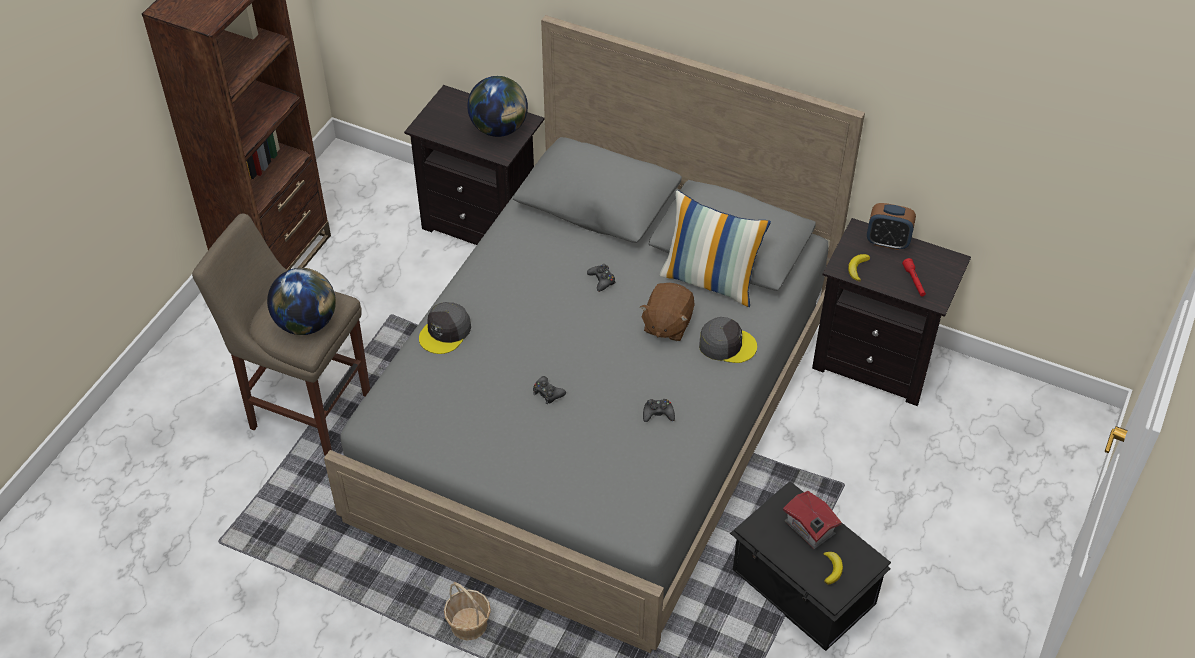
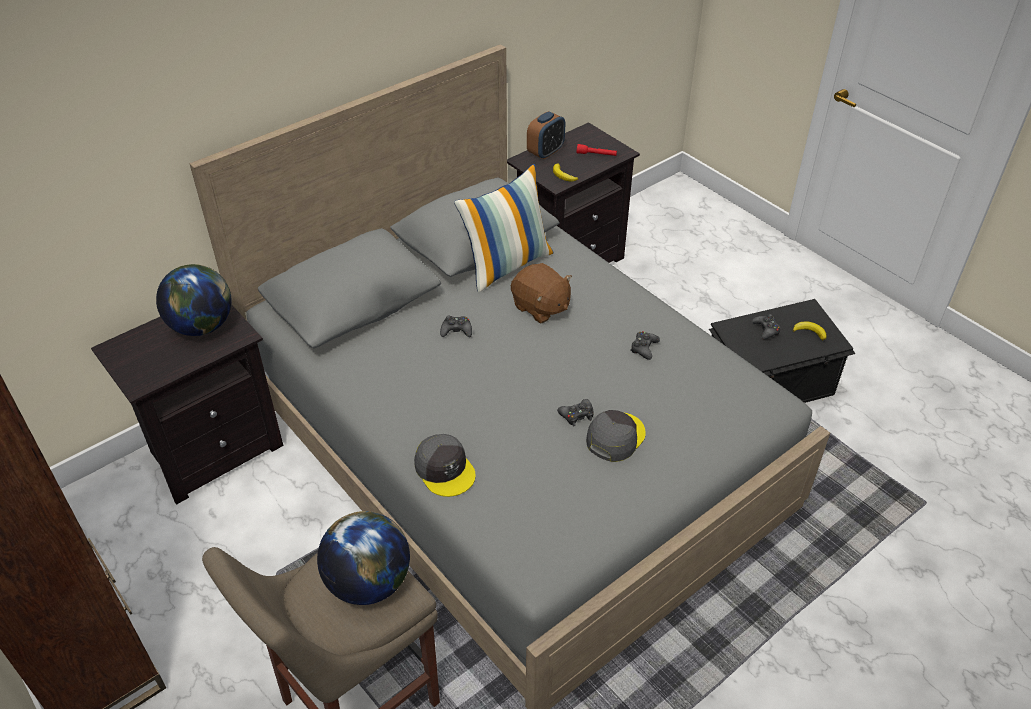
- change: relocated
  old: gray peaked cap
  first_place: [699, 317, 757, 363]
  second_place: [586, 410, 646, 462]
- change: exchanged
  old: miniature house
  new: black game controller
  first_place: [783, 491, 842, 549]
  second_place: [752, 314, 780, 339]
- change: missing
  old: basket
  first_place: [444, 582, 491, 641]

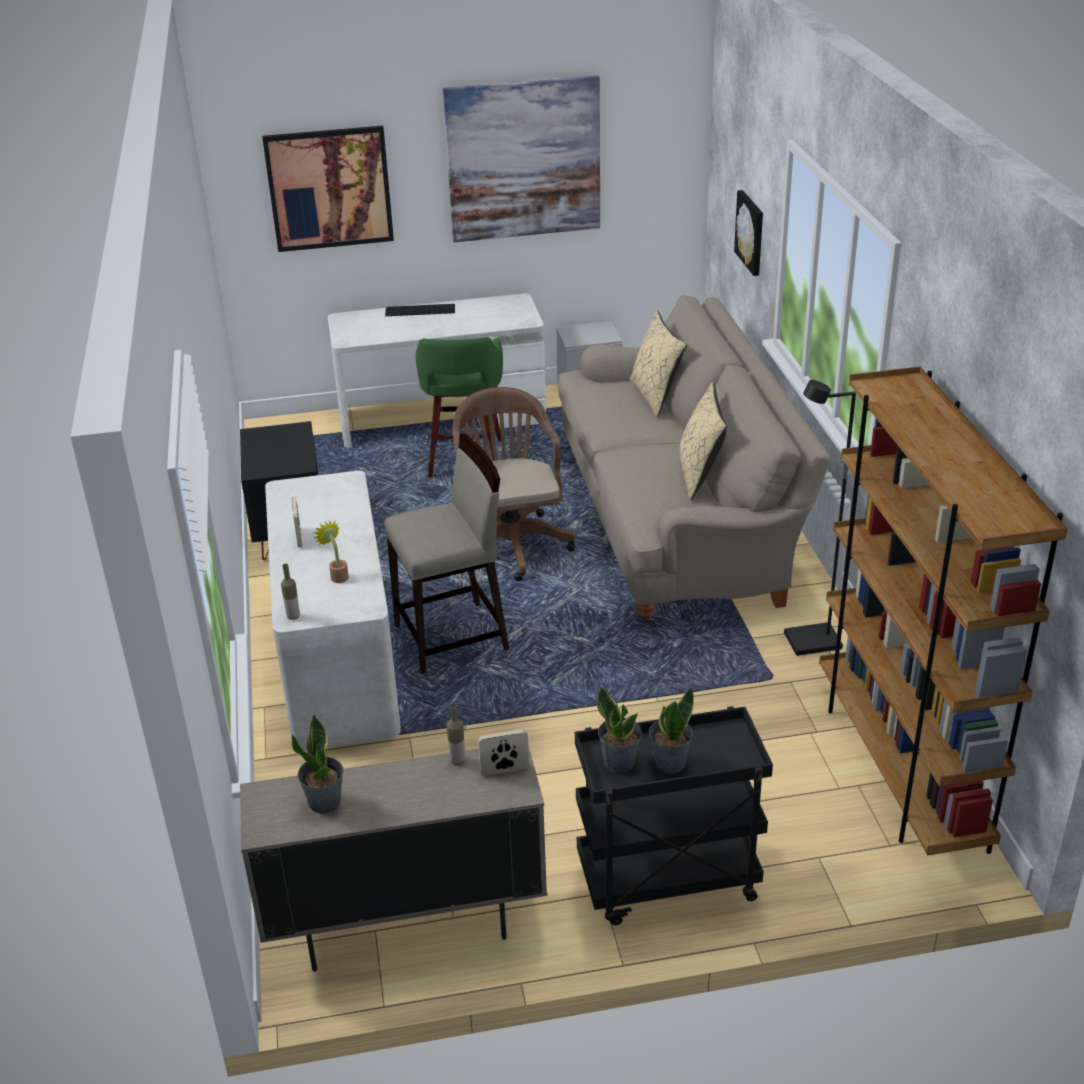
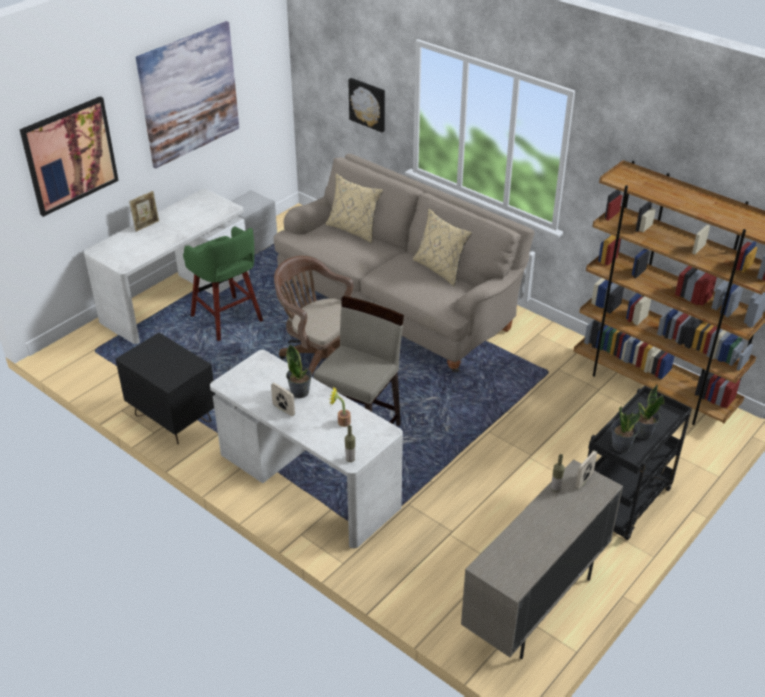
- change: exchanged
  old: computer keyboard
  new: picture frame
  first_place: [385, 304, 455, 316]
  second_place: [129, 191, 159, 232]
- change: relocated
  old: houseplant
  first_place: [292, 714, 343, 814]
  second_place: [286, 344, 312, 398]
- change: missing
  old: black standard lamp
  first_place: [784, 380, 856, 656]

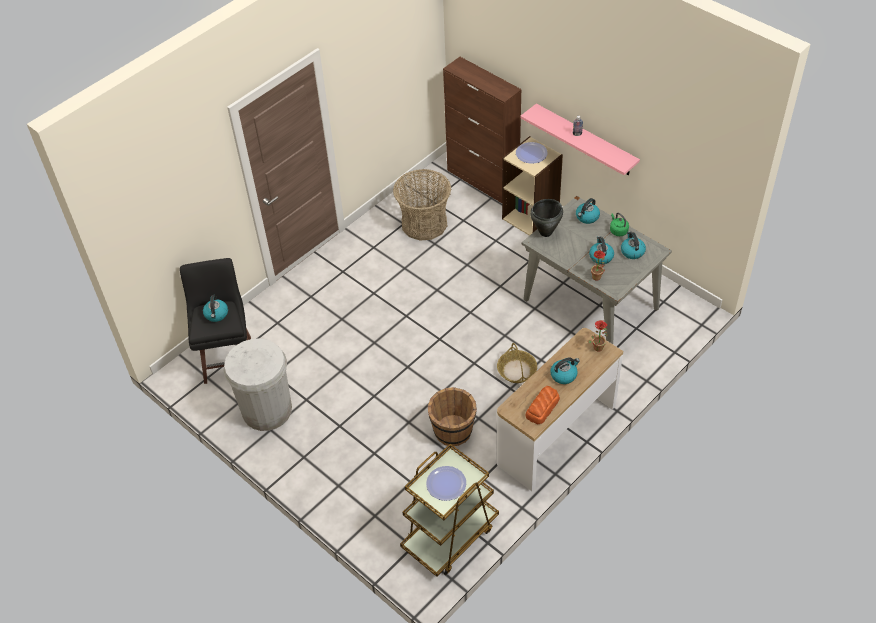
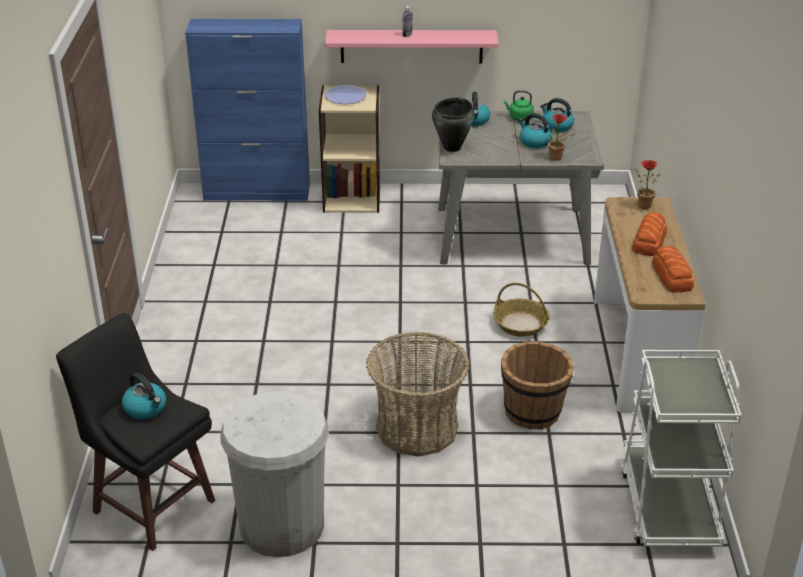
- change: colour
  old: brown-coloured cabinet
  new: bluish cabinet
  first_place: [443, 57, 522, 203]
  second_place: [185, 19, 310, 201]
- change: relocated
  old: basket
  first_place: [393, 169, 451, 241]
  second_place: [366, 331, 470, 457]
- change: colour
  old: brown-coloured wheeled cart
  new: white wheeled cart
  first_place: [400, 444, 499, 577]
  second_place: [620, 350, 742, 546]
- change: exchanged
  old: tea kettle
  new: bread
  first_place: [550, 358, 580, 384]
  second_place: [632, 213, 667, 256]
- change: missing
  old: dinner plate
  first_place: [426, 466, 466, 501]

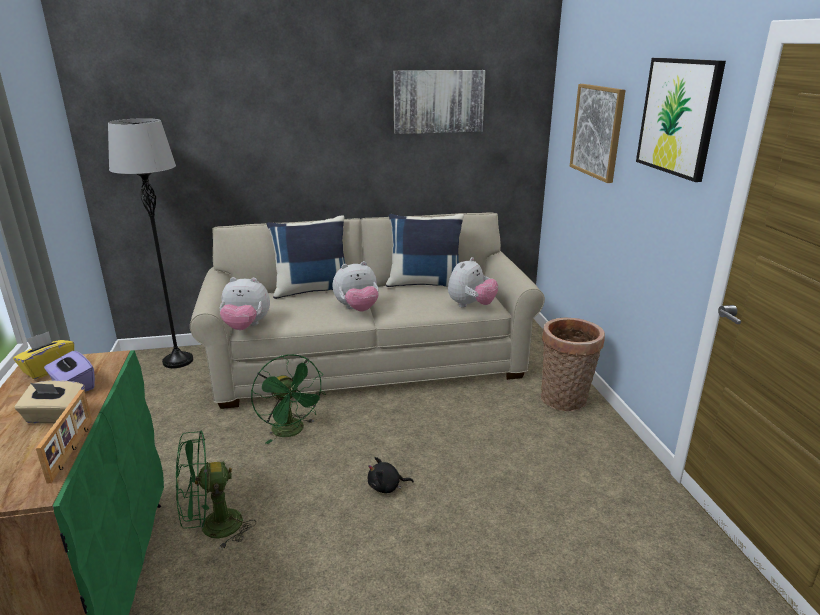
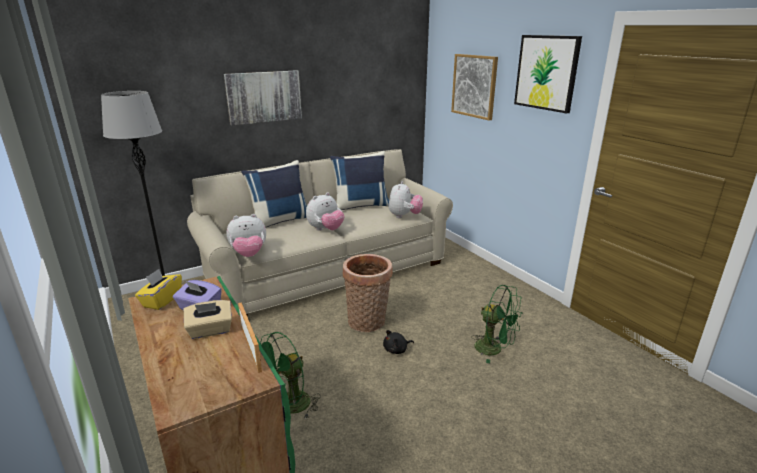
- change: relocated
  old: picture
  first_place: [393, 70, 486, 134]
  second_place: [224, 70, 302, 126]
- change: relocated
  old: basket
  first_place: [541, 317, 605, 411]
  second_place: [343, 254, 393, 332]
- change: relocated
  old: green-coloured electric fan
  first_place: [251, 354, 326, 444]
  second_place: [471, 285, 522, 363]

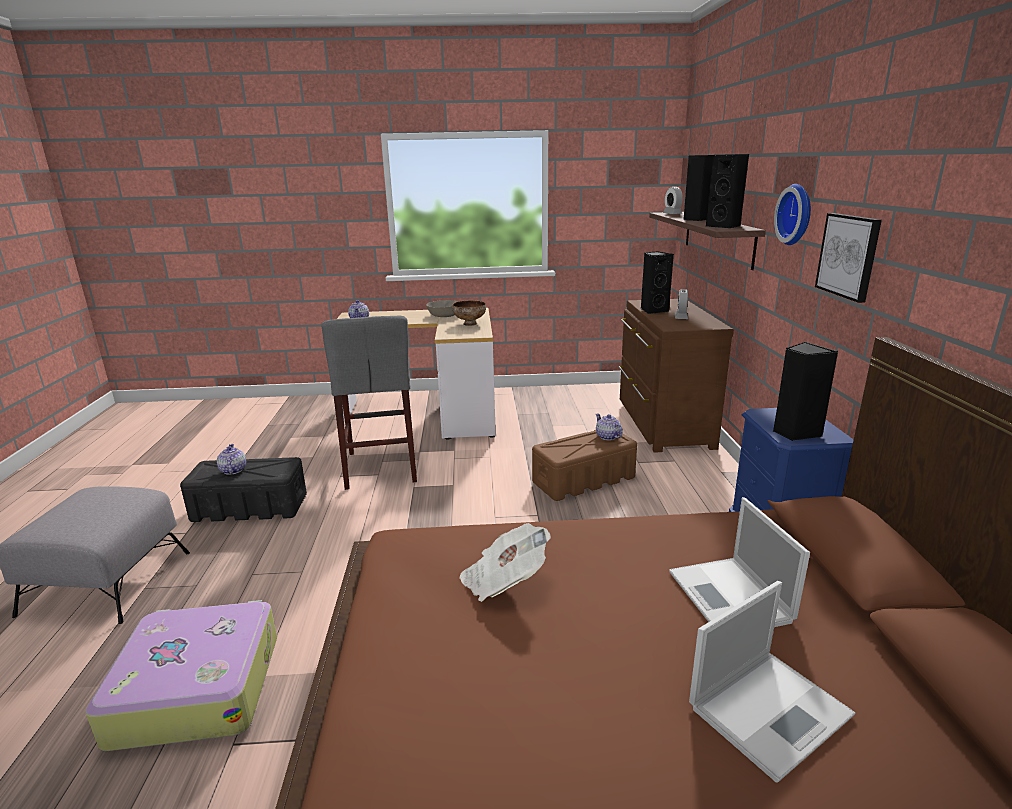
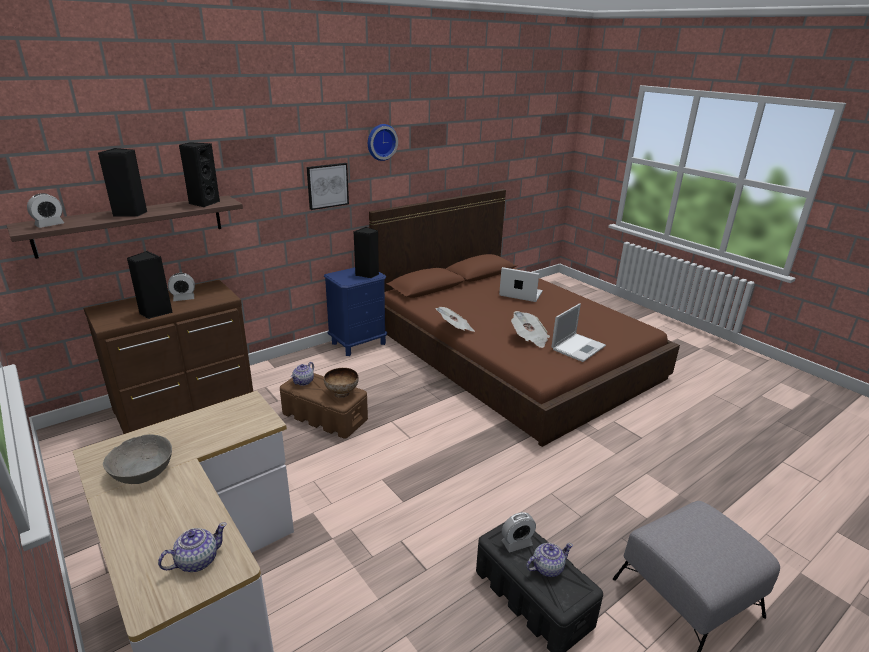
- change: relocated
  old: serving bowl
  first_place: [452, 300, 486, 326]
  second_place: [324, 368, 358, 398]
- change: relocated
  old: clock on the wall
  first_place: [774, 184, 811, 245]
  second_place: [368, 124, 398, 161]
- change: appeared
  new: newspaper
  second_place: [435, 307, 475, 332]
- change: appeared
  new: table clock
  second_place: [502, 512, 536, 552]
- change: spun
  old: teapot
  first_place: [217, 444, 246, 475]
  second_place: [526, 543, 573, 577]
  degrees: -150
- change: relocated
  old: portable computer
  first_place: [669, 497, 810, 627]
  second_place: [551, 304, 606, 362]
- change: missing
  old: piece of luggage
  first_place: [85, 600, 277, 751]
- change: missing
  old: gray stool
  first_place: [321, 316, 417, 490]

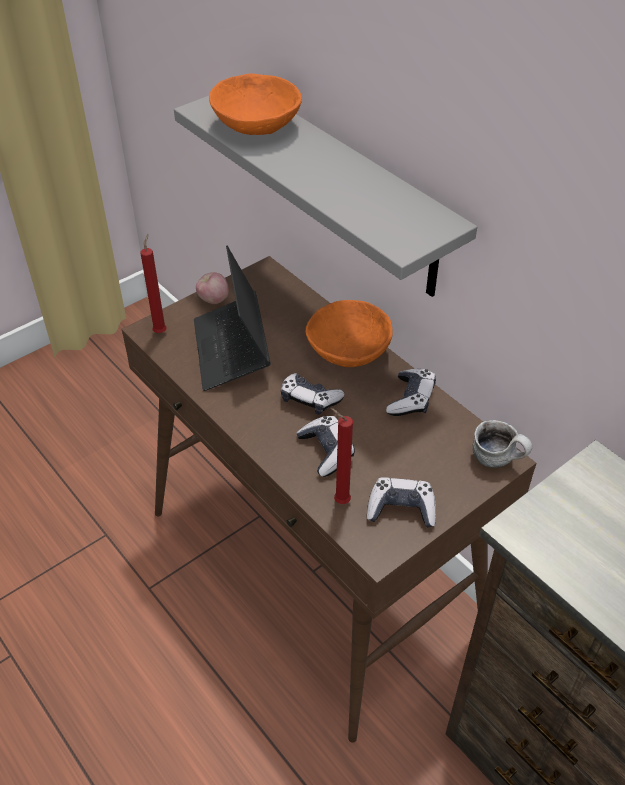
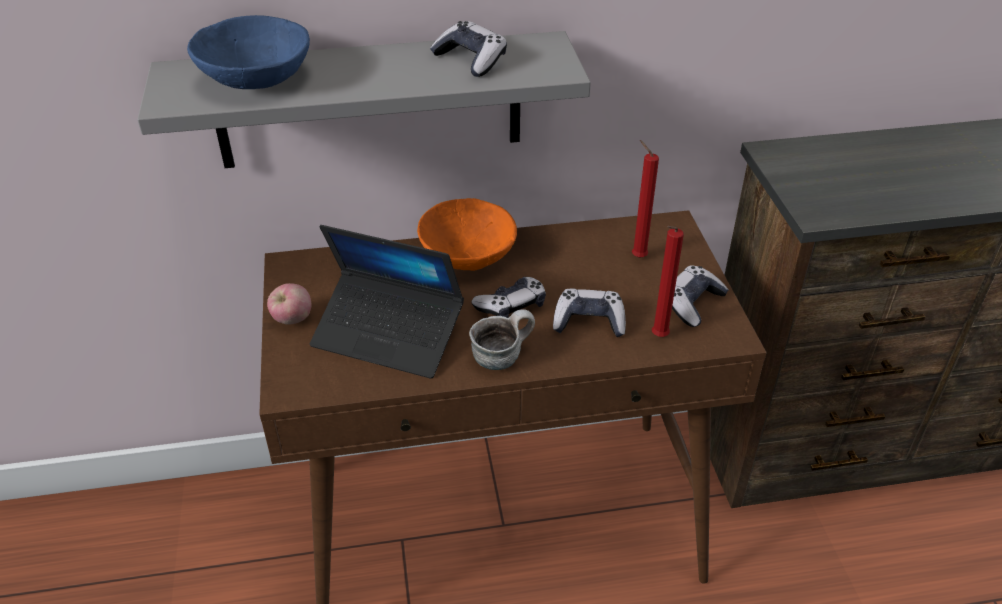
- change: colour
  old: orange-coloured serving bowl
  new: bluish serving bowl
  first_place: [209, 74, 302, 135]
  second_place: [187, 15, 310, 89]
- change: relocated
  old: game controller
  first_place: [386, 369, 436, 416]
  second_place: [430, 21, 507, 77]
- change: relocated
  old: coffee mug
  first_place: [472, 420, 532, 468]
  second_place: [469, 309, 535, 370]
- change: relocated
  old: reddish wax candle
  first_place: [141, 234, 166, 333]
  second_place: [632, 140, 659, 258]

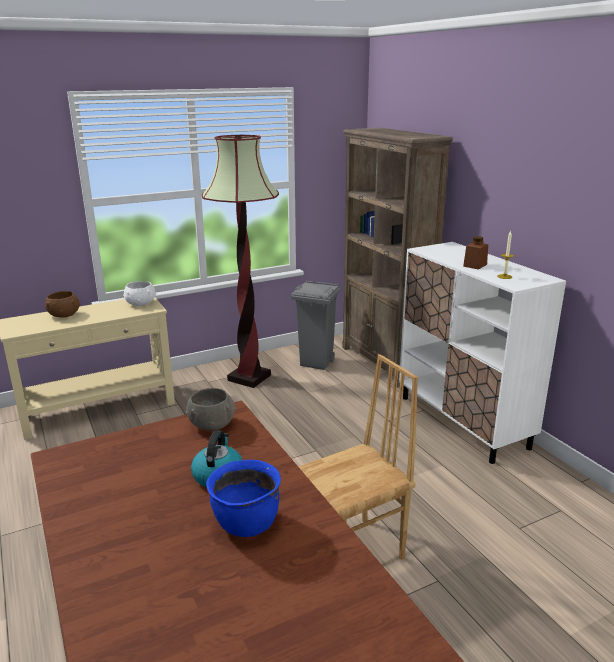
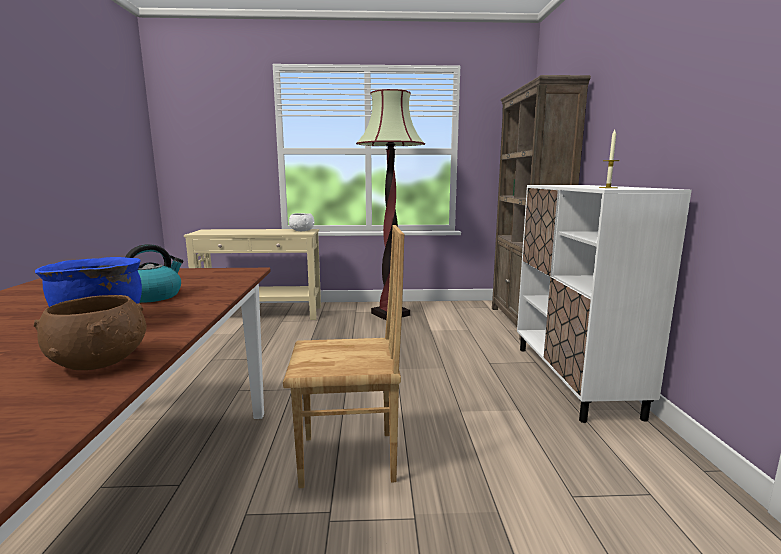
- change: relocated
  old: brown-coloured serving bowl
  first_place: [45, 291, 80, 318]
  second_place: [34, 295, 147, 370]
- change: missing
  old: gray serving bowl
  first_place: [186, 388, 236, 431]
- change: missing
  old: gray waste bin
  first_place: [291, 280, 340, 370]
- change: missing
  old: brown-coloured preserve jar
  first_place: [463, 236, 488, 270]

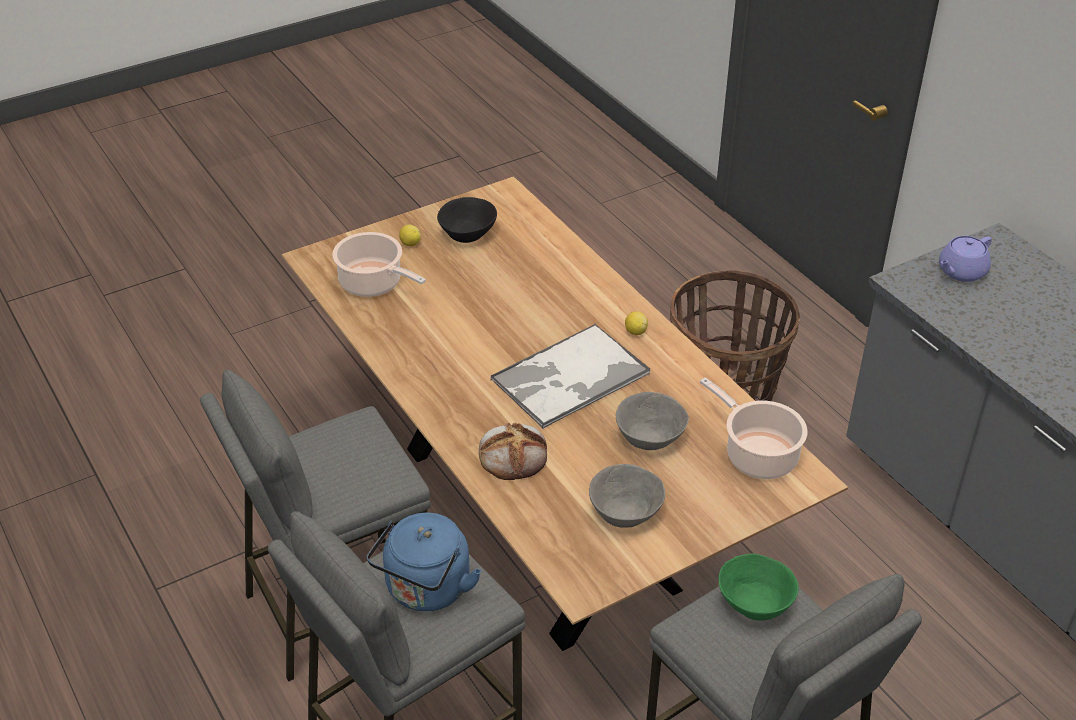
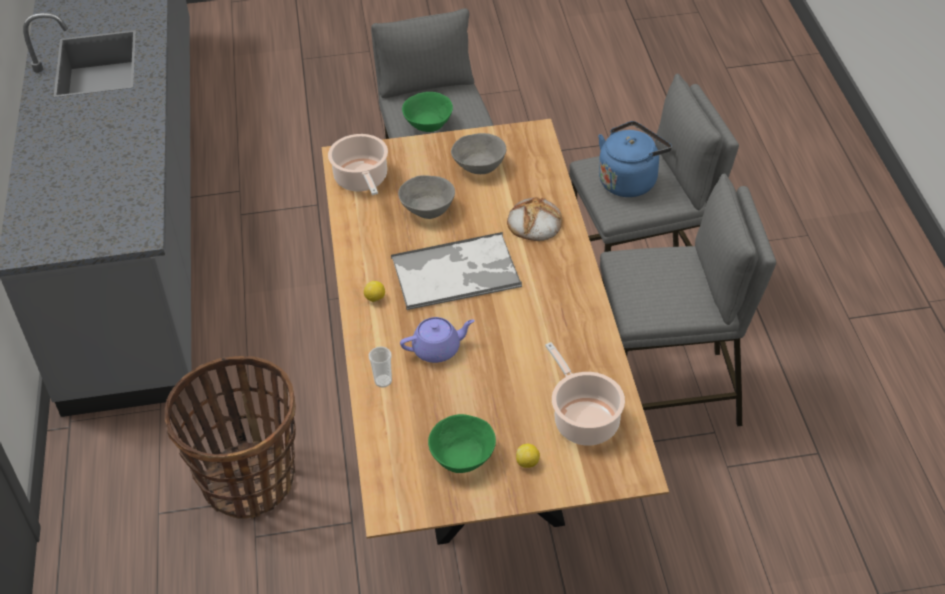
- change: appeared
  new: cup
  second_place: [369, 346, 392, 388]
- change: relocated
  old: purple teapot
  first_place: [939, 236, 992, 282]
  second_place: [400, 317, 475, 363]
- change: colour
  old: black serving bowl
  new: green-coloured serving bowl
  first_place: [437, 197, 497, 243]
  second_place: [428, 414, 496, 473]

